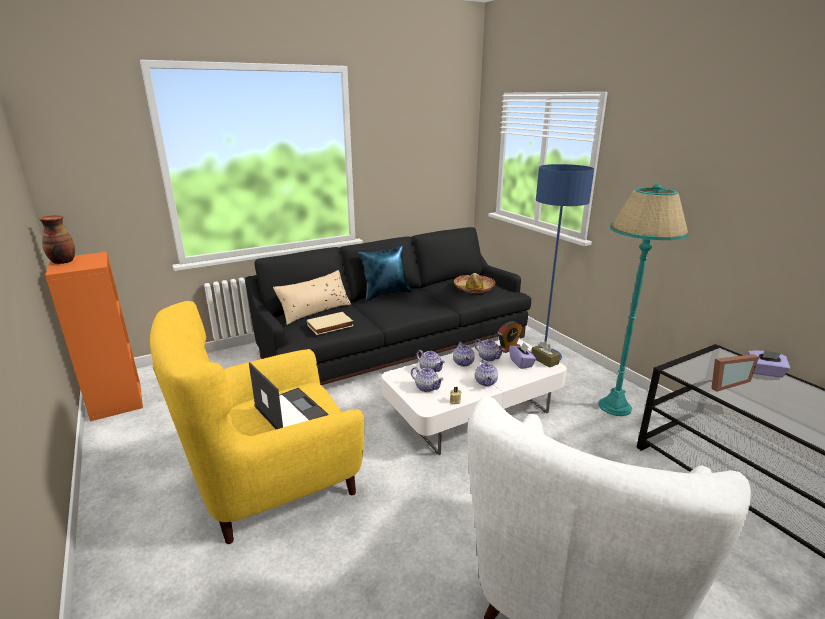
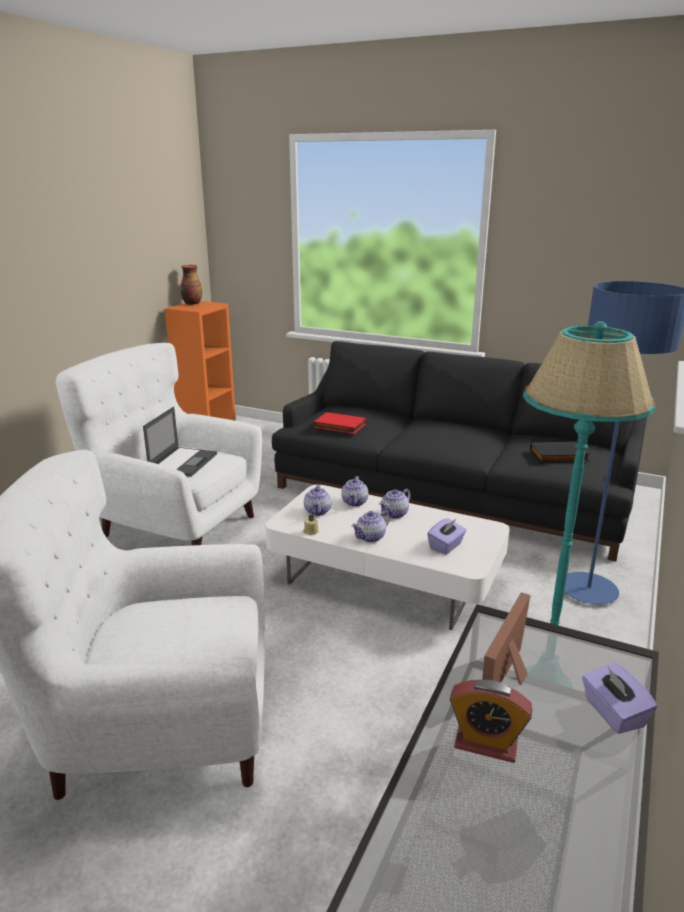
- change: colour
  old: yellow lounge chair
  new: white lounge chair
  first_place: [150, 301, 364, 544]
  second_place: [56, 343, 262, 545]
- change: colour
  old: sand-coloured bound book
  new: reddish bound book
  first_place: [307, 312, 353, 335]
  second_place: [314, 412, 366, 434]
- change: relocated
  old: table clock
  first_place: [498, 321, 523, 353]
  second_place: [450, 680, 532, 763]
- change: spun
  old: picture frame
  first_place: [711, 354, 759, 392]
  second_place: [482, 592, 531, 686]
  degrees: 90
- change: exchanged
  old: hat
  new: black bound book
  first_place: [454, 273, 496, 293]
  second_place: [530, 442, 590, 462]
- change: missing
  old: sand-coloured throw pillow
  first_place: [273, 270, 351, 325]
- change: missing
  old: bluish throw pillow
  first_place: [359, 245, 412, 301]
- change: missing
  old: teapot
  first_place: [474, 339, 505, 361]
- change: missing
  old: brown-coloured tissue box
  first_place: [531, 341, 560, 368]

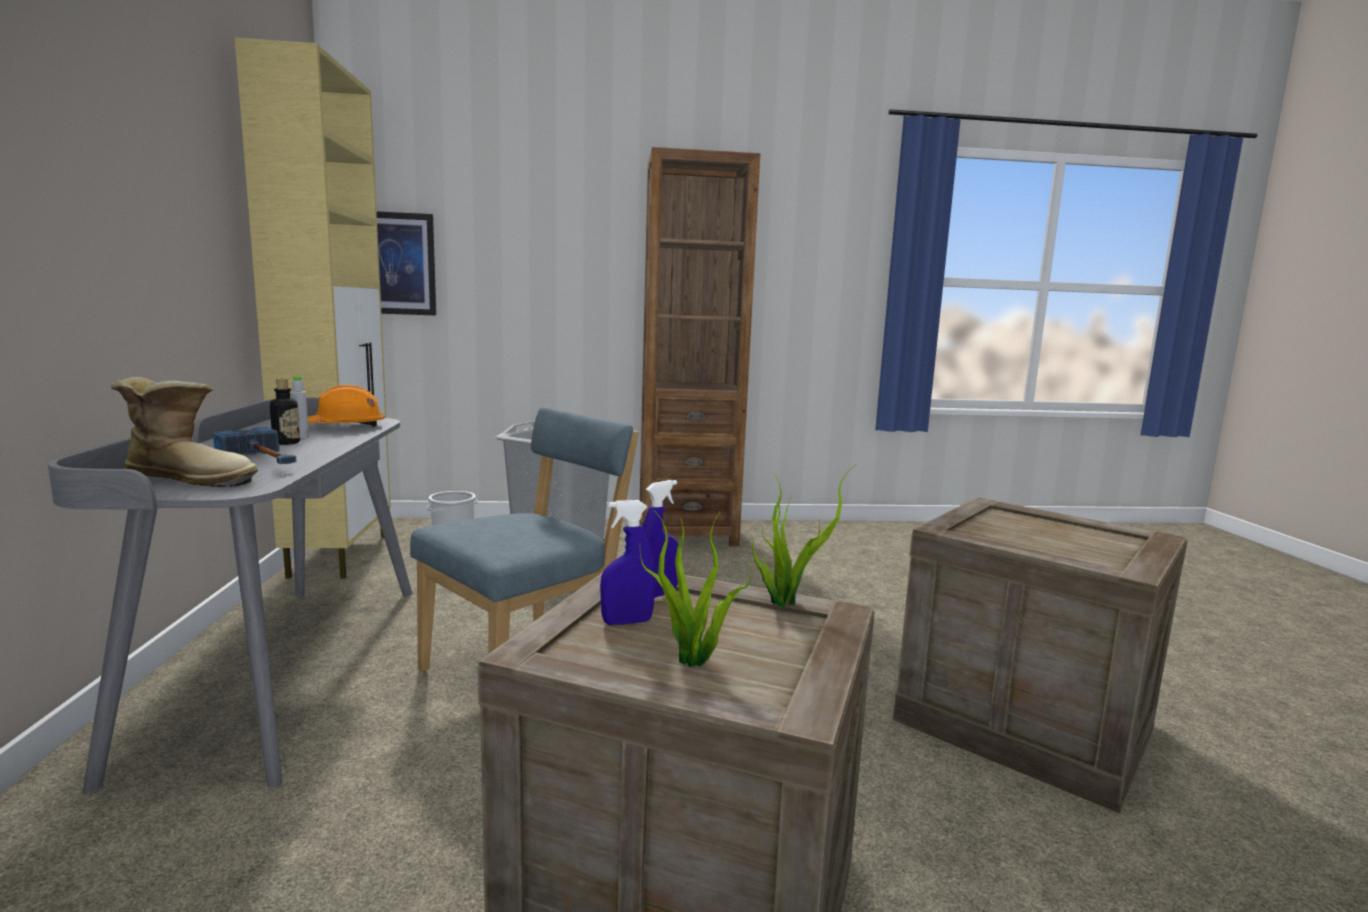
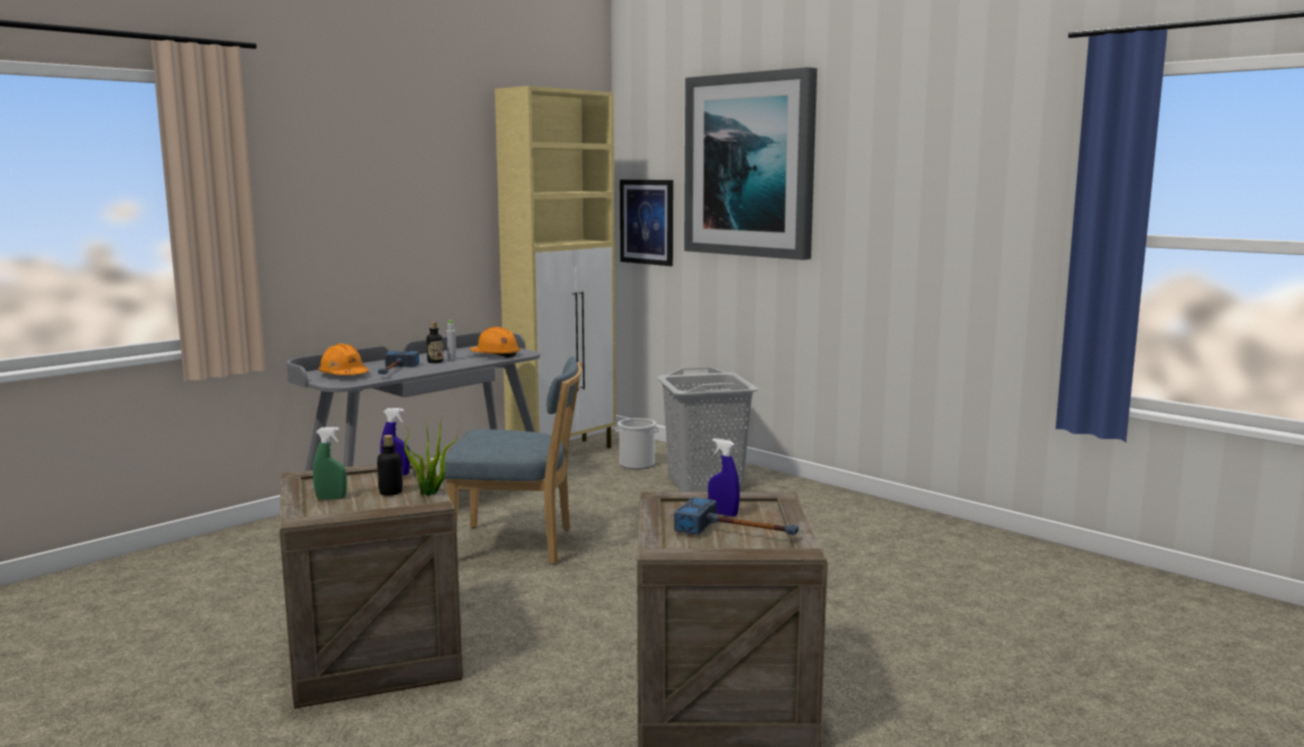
- change: exchanged
  old: houseplant
  new: green-coloured spray bottle
  first_place: [640, 510, 752, 667]
  second_place: [313, 427, 347, 499]
- change: exchanged
  old: high-top boot
  new: orange-coloured work helmet
  first_place: [111, 377, 258, 487]
  second_place: [318, 344, 369, 375]
- change: appeared
  new: beverage bottle
  second_place: [377, 435, 403, 496]
- change: appeared
  new: hand hammer
  second_place: [674, 497, 799, 536]
- change: appeared
  new: picture
  second_place: [684, 67, 817, 260]
- change: relocated
  old: bluish spray bottle
  first_place: [600, 500, 656, 625]
  second_place: [708, 438, 740, 517]
- change: missing
  old: brown-coloured bookshelf
  first_place: [639, 147, 760, 547]

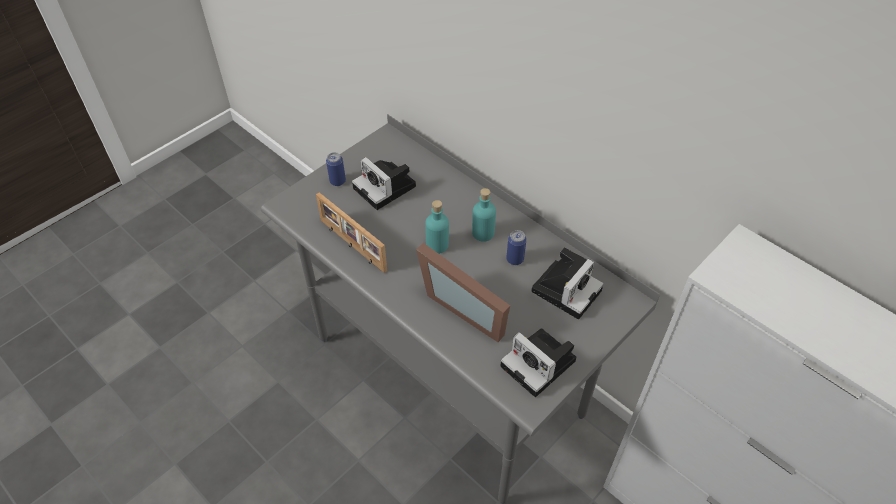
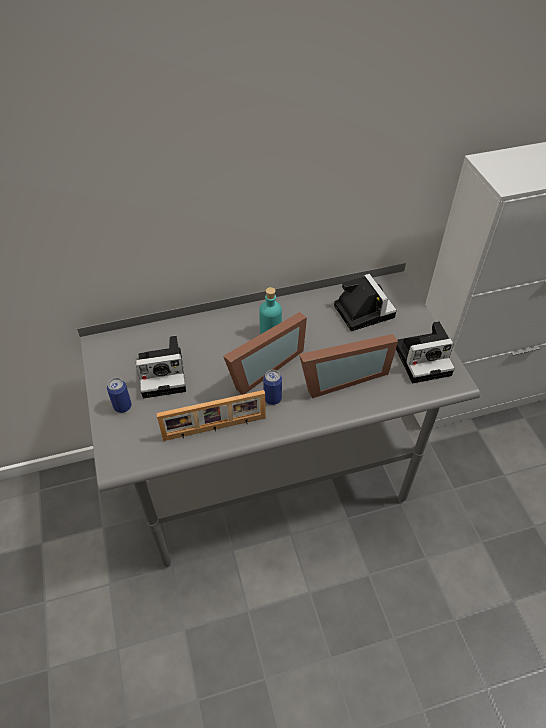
- change: exchanged
  old: turquoise-coloured beverage bottle
  new: picture frame
  first_place: [425, 200, 449, 254]
  second_place: [223, 312, 307, 395]
- change: relocated
  old: metal can
  first_place: [506, 230, 527, 265]
  second_place: [263, 370, 282, 405]

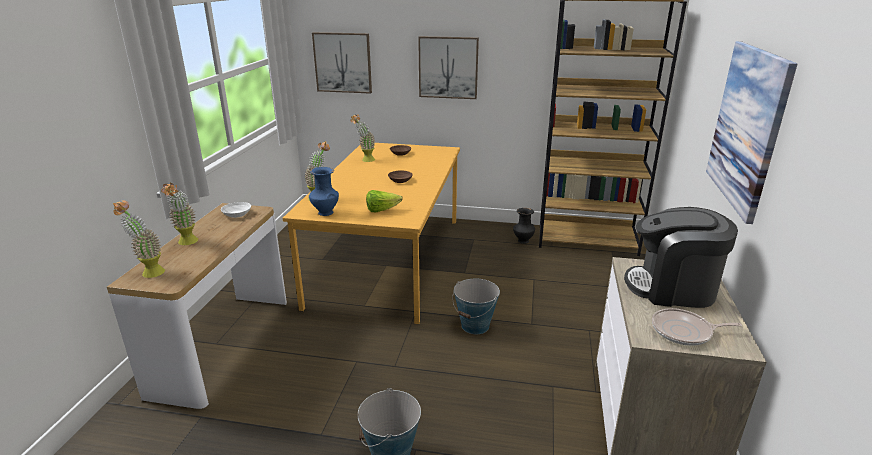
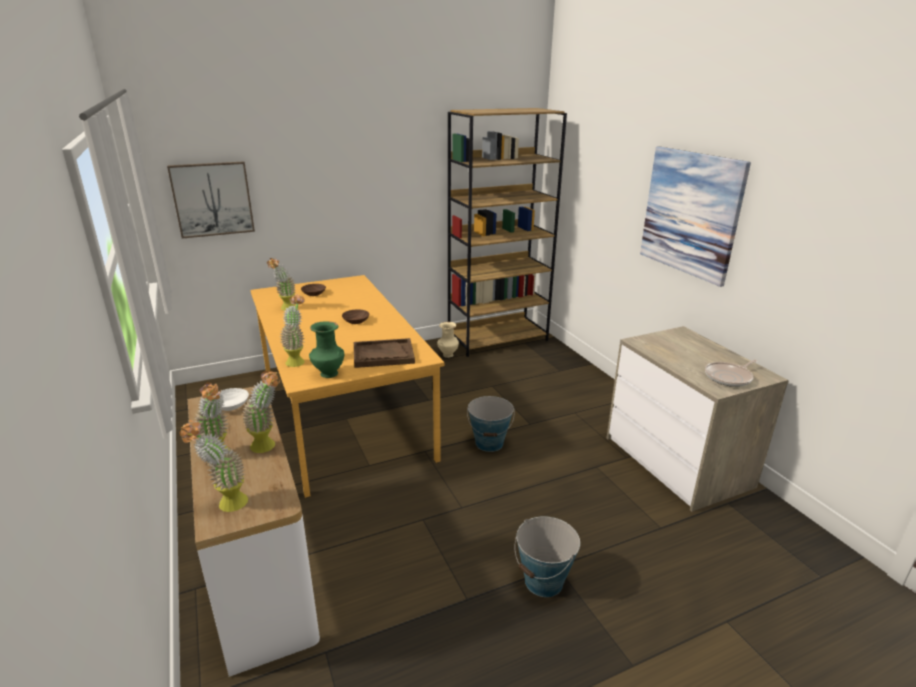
- change: appeared
  new: houseplant
  second_place: [242, 371, 280, 453]
- change: colour
  old: bluish vase
  new: green-coloured vase
  first_place: [309, 167, 339, 216]
  second_place: [309, 321, 344, 378]
- change: exchanged
  old: lettuce head
  new: brown-coloured serving tray
  first_place: [366, 190, 403, 213]
  second_place: [354, 338, 415, 368]
- change: colour
  old: black vase
  new: sand-coloured vase
  first_place: [513, 208, 535, 244]
  second_place: [437, 322, 459, 358]
- change: missing
  old: picture
  first_place: [418, 36, 479, 99]
- change: missing
  old: coffee machine
  first_place: [624, 207, 738, 308]

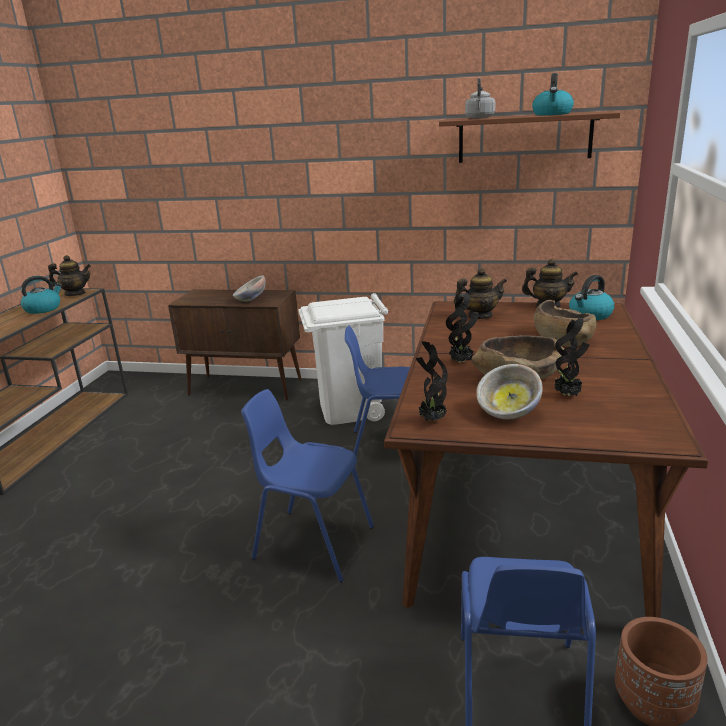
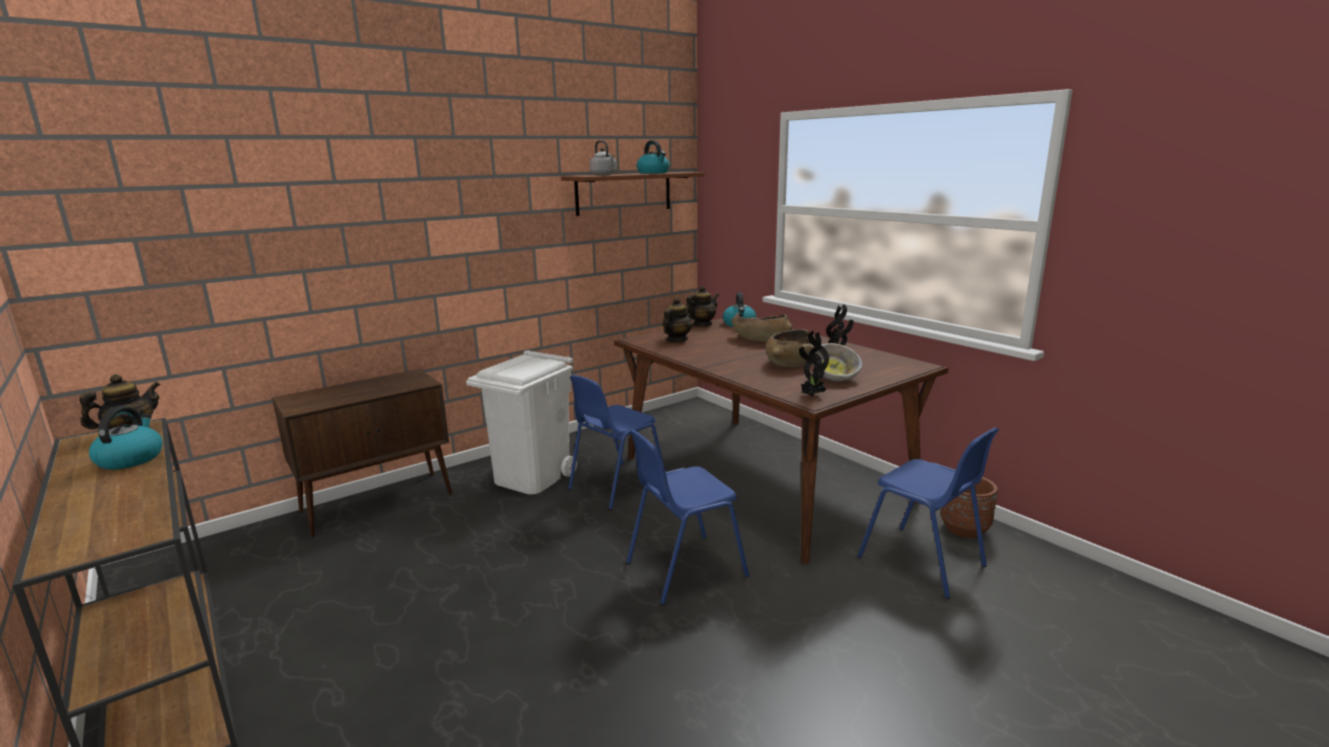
- change: missing
  old: serving bowl
  first_place: [233, 275, 266, 302]
- change: missing
  old: houseplant
  first_place: [446, 292, 479, 363]

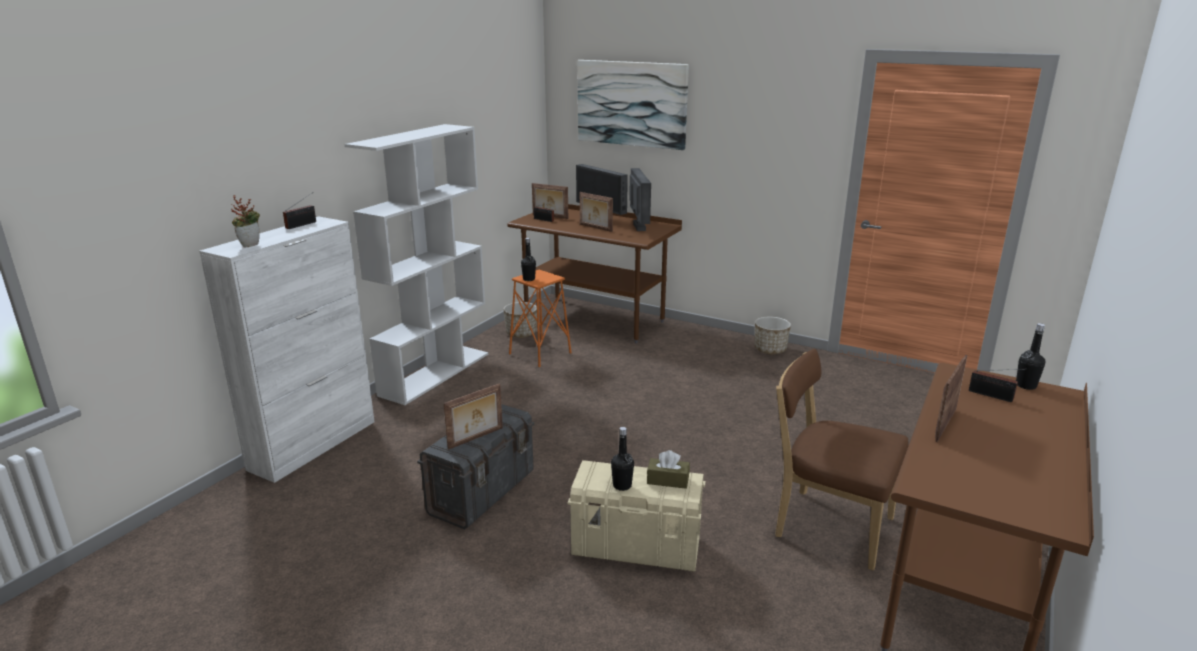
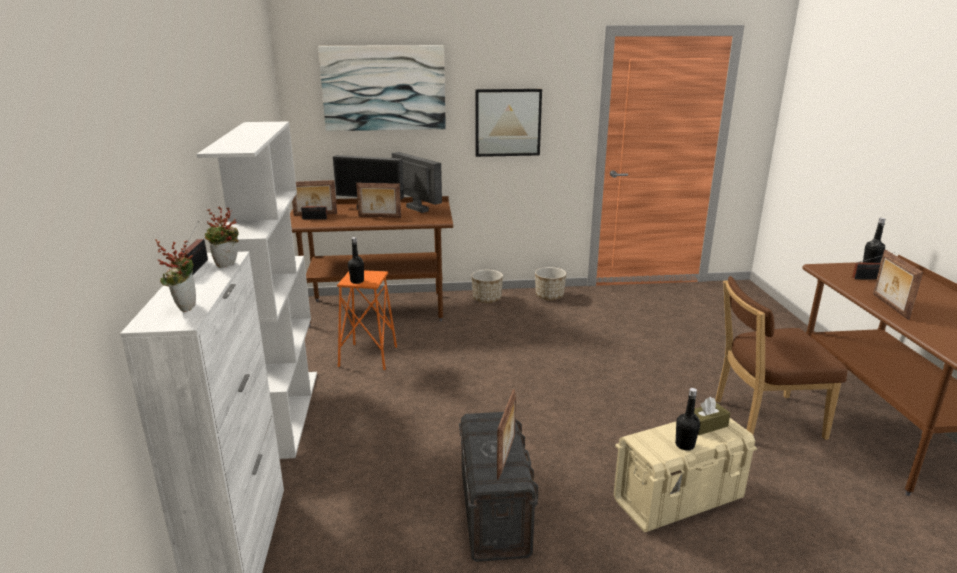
- change: appeared
  new: houseplant
  second_place: [204, 207, 239, 268]
- change: relocated
  old: plant pot
  first_place: [504, 302, 537, 338]
  second_place: [472, 270, 503, 303]
- change: appeared
  new: picture
  second_place: [476, 89, 542, 157]

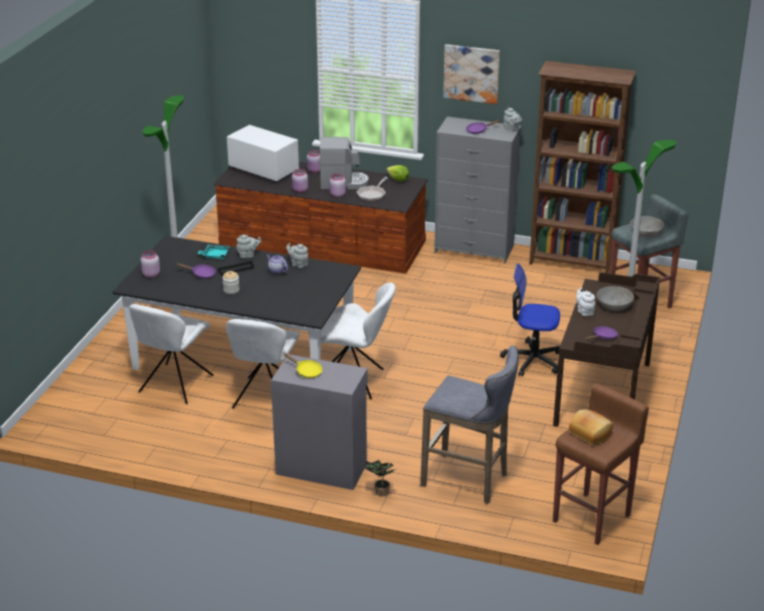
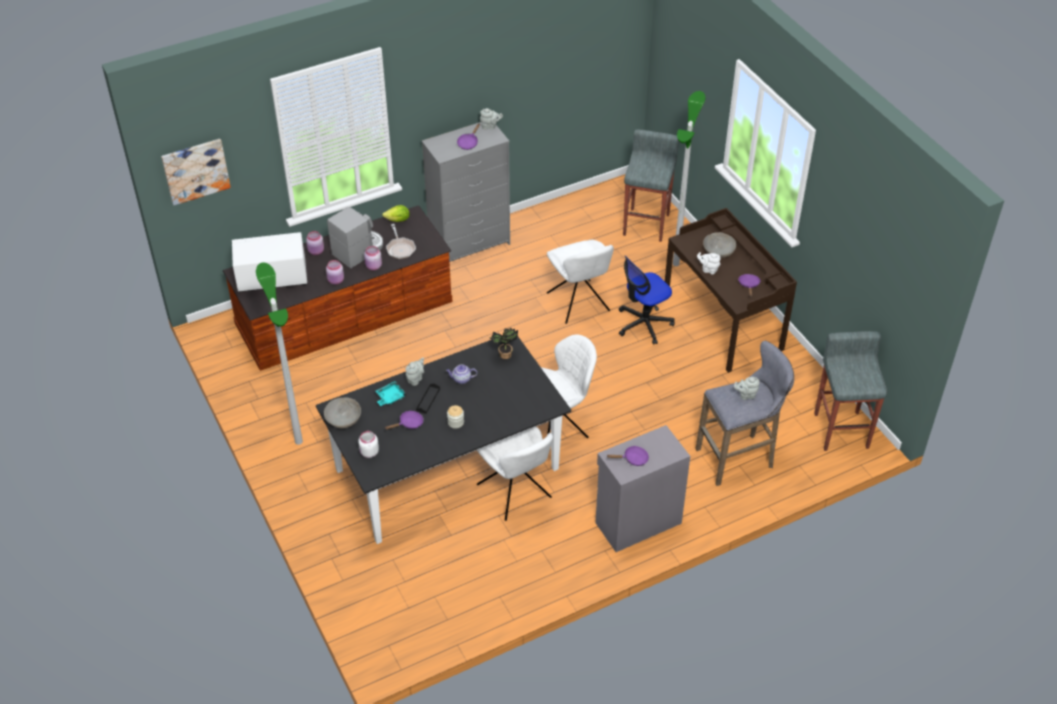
- change: relocated
  old: picture
  first_place: [443, 44, 500, 104]
  second_place: [161, 139, 231, 205]
- change: relocated
  old: gray serving bowl
  first_place: [630, 216, 665, 237]
  second_place: [324, 397, 361, 428]
- change: colour
  old: pink preserve jar
  new: white preserve jar
  first_place: [141, 250, 160, 278]
  second_place: [358, 431, 379, 458]
- change: relocated
  old: houseplant
  first_place: [365, 460, 396, 496]
  second_place: [490, 327, 518, 359]
- change: relocated
  old: white chair
  first_place: [129, 304, 213, 404]
  second_place: [547, 240, 614, 324]
- change: colour
  old: yellow skillet
  new: purple skillet
  first_place: [284, 353, 322, 378]
  second_place: [607, 446, 649, 466]
- change: relocated
  old: gray teapot
  first_place: [286, 243, 309, 268]
  second_place: [734, 377, 760, 400]
- change: colour
  old: brown-coloured stool
  new: gray stool
  first_place: [553, 384, 649, 545]
  second_place: [814, 331, 887, 451]
- change: missing
  old: brown-coloured bookshelf
  first_place: [529, 61, 636, 273]
- change: missing
  old: bread
  first_place: [569, 410, 613, 445]

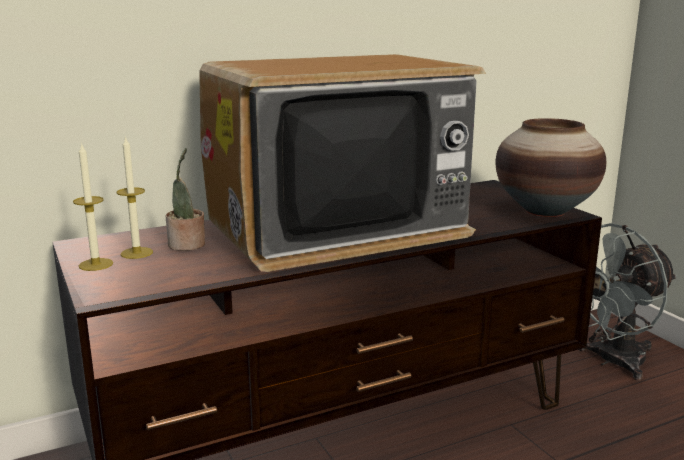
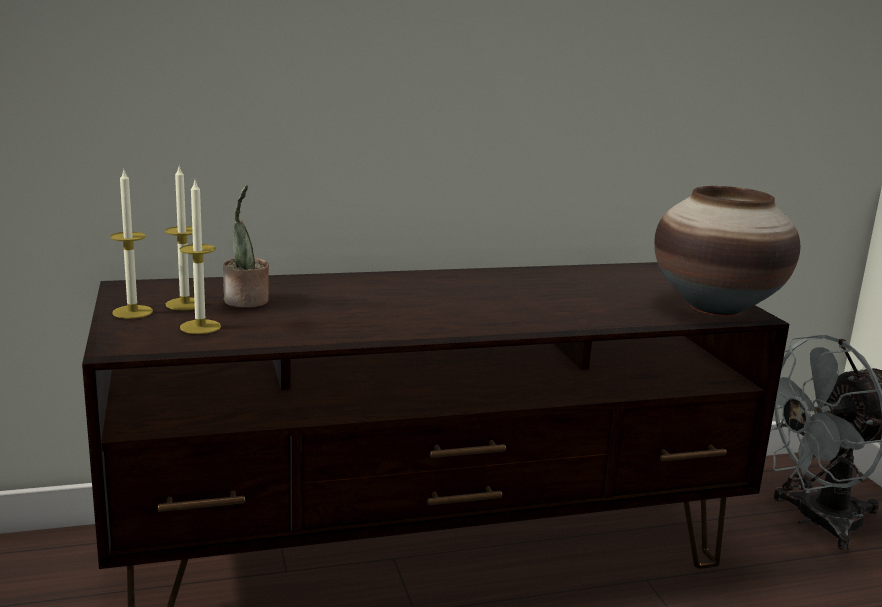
- change: appeared
  new: wax candle
  second_place: [180, 181, 221, 334]
- change: missing
  old: TV
  first_place: [200, 54, 486, 272]

